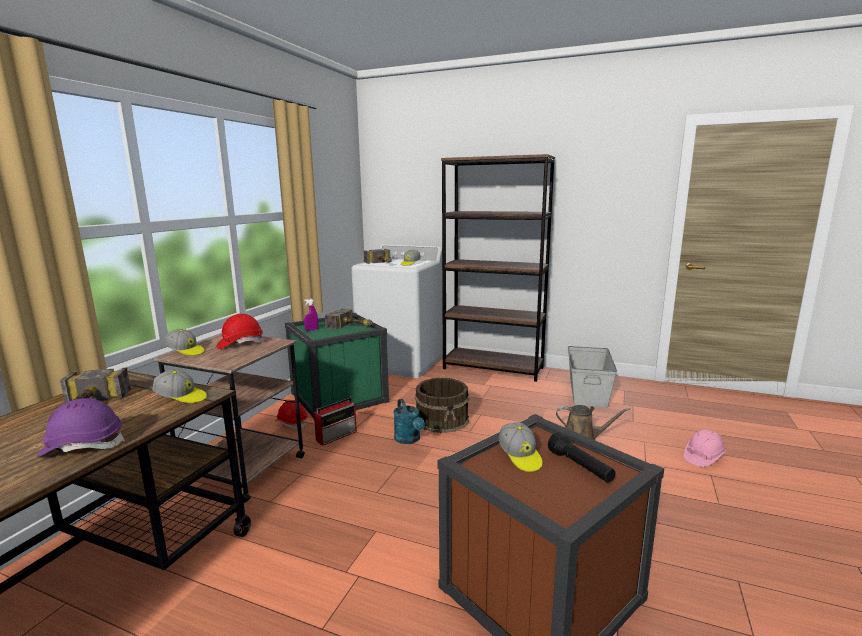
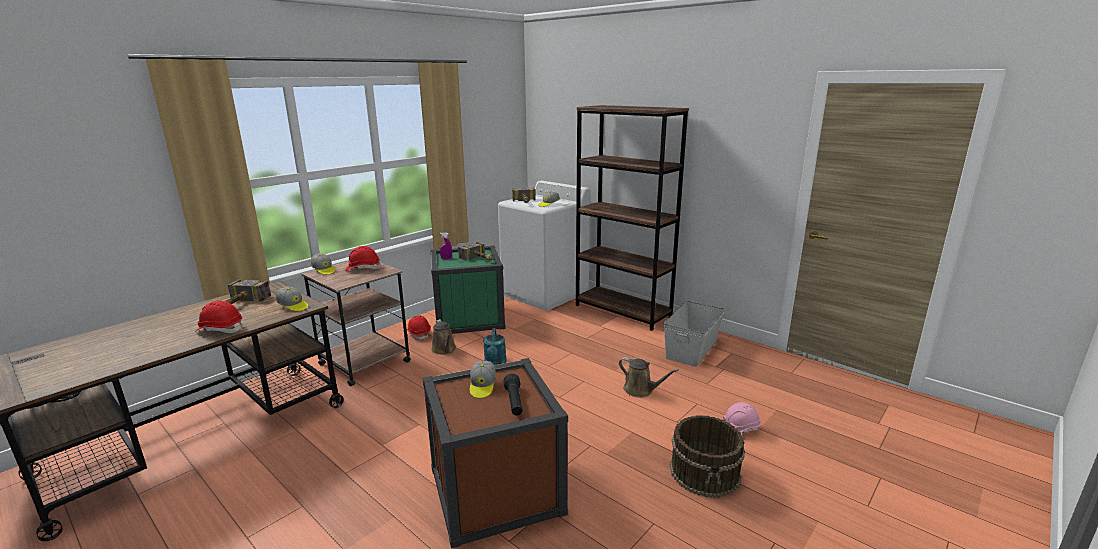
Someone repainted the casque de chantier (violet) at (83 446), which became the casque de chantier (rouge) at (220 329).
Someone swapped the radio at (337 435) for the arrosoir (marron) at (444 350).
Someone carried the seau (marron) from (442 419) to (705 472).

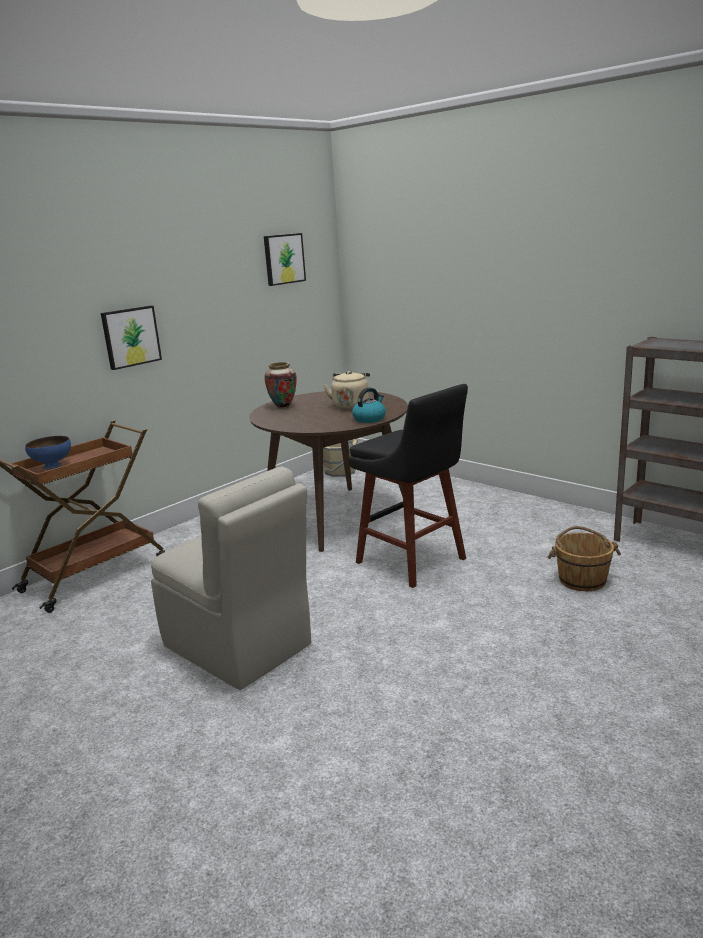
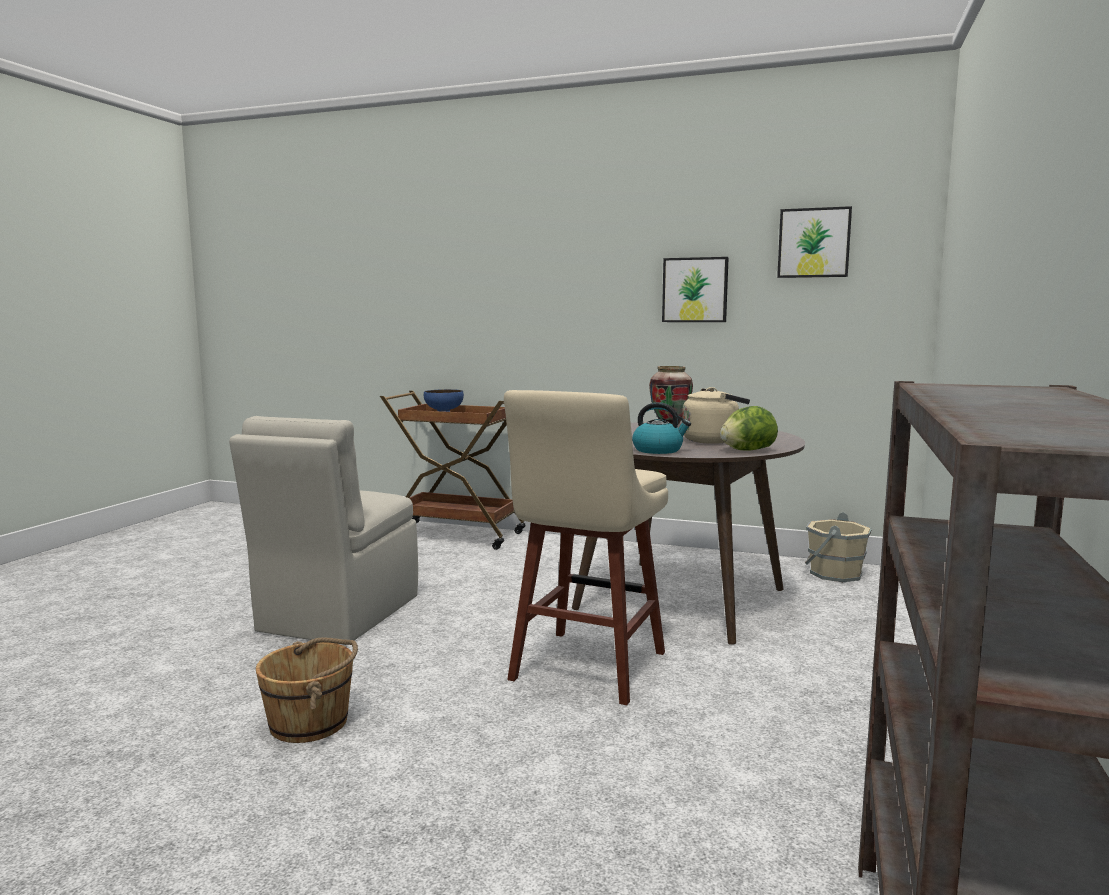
Someone carried the seau (marron) from (582 579) to (311 722).
Someone repainted the tabouret (noir) at (412 562), which became the tabouret (beige) at (586 667).
Someone carried the tableau from (130 337) to (695 290).
Someone put down the laitue at (747 450).

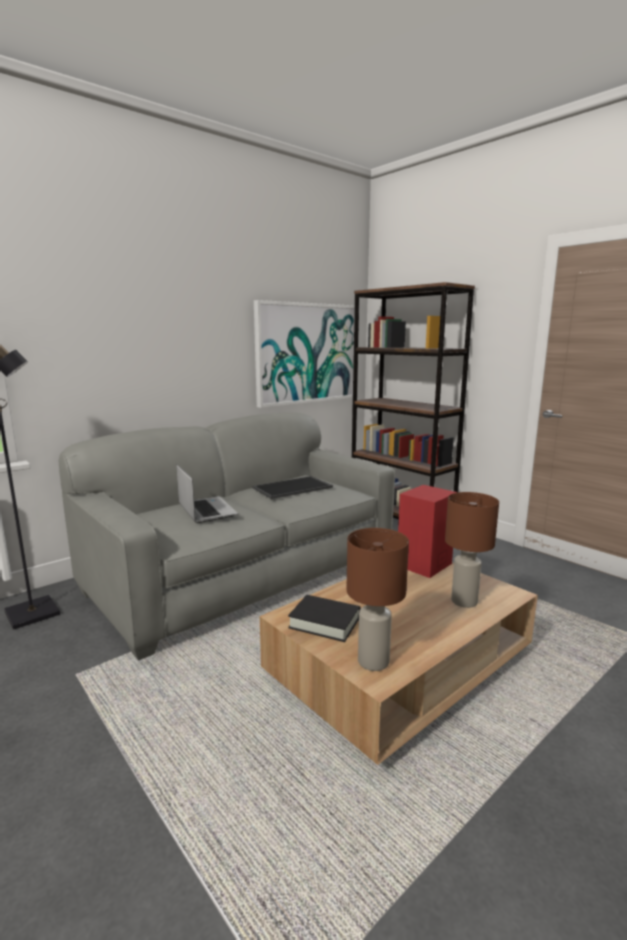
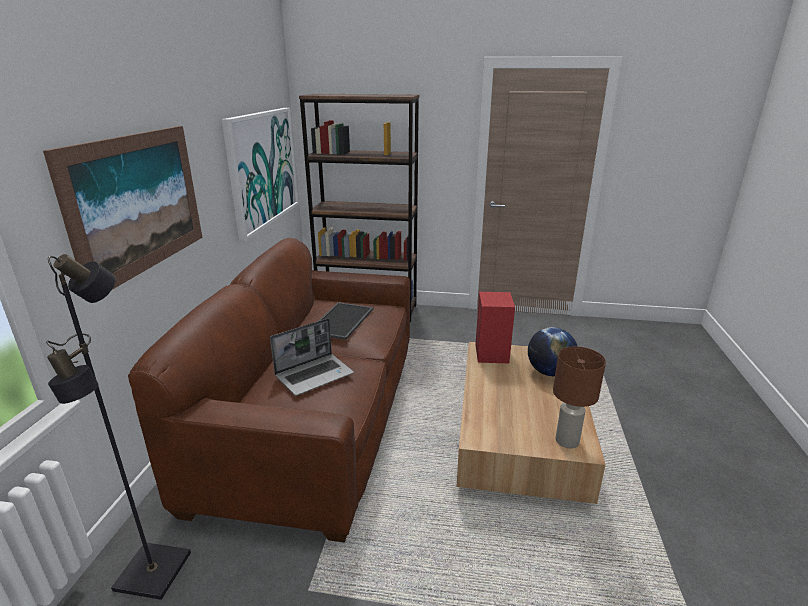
Someone put up the tableau at (138 203).
Someone repainted the canapé (gris) at (244 574), which became the canapé (marron) at (317 418).
Someone rotated the ordinateur portable at (206 510) by 120 degrees clockwise.
Someone swapped the lampe de table (marron) at (465 601) for the globe at (549 372).
Someone took away the livre (noir) at (325 622).

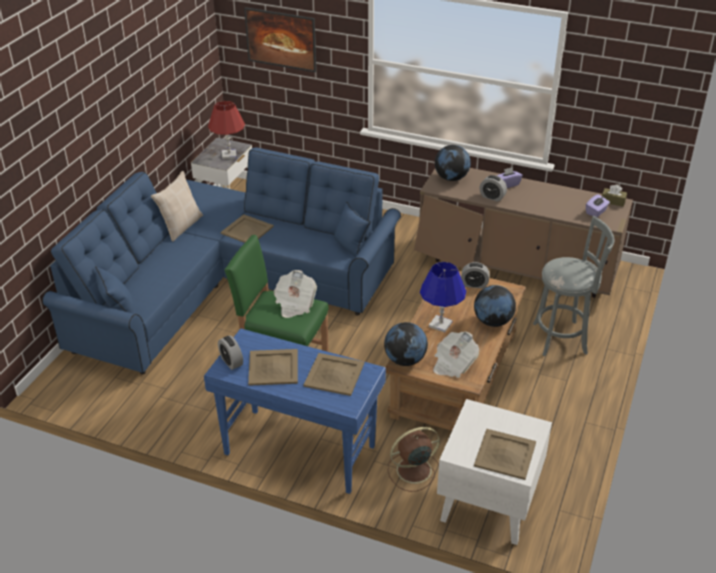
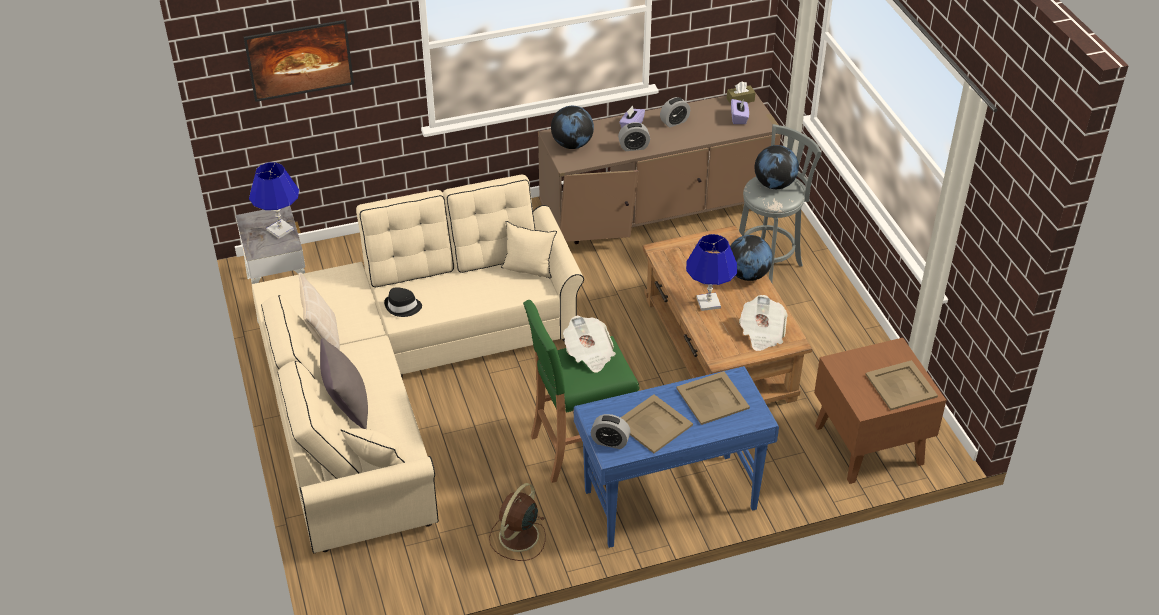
Someone repainted the lampe de table (rouge) at (229 155), which became the lampe de table (bleu) at (280 229).
Someone repainted the canapé (bleu) at (225 287), which became the canapé (beige) at (397 386).
Someone put down the coussin (gris) at (347 408).
Someone swapped the plateau (beige) at (247 230) for the chapeau (noir) at (403 307).
Someone carried the ventilateur (marron) from (412 470) to (518 537).
Someone carried the réveil from (474 284) to (674 122).
Someone carried the globe from (405 360) to (774 184).
Someone repainted the table de chevet (blanc) at (487 503), which became the table de chevet (marron) at (867 445).

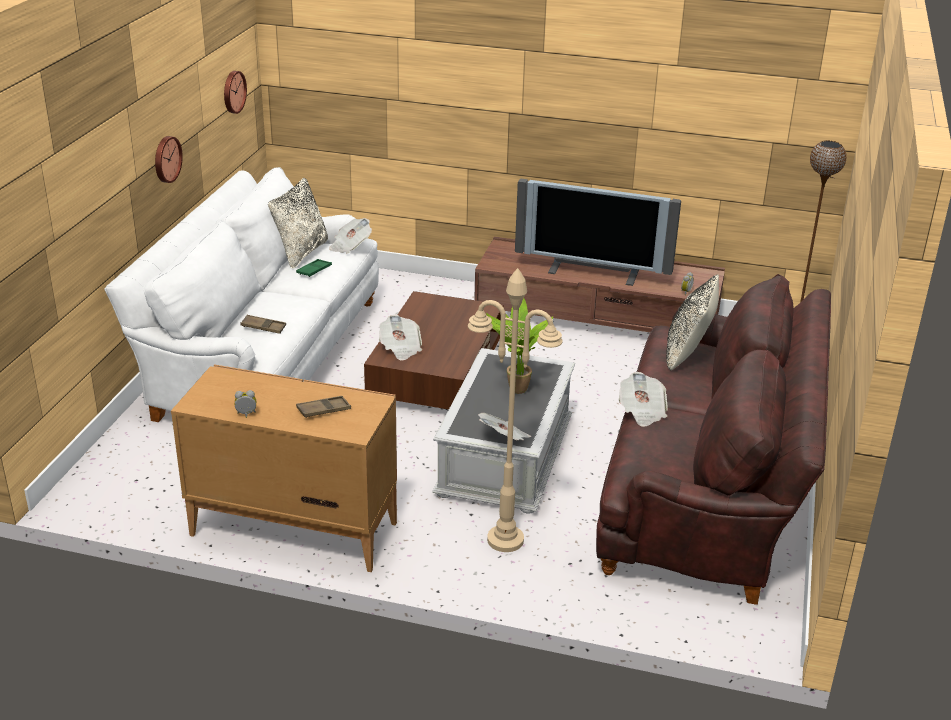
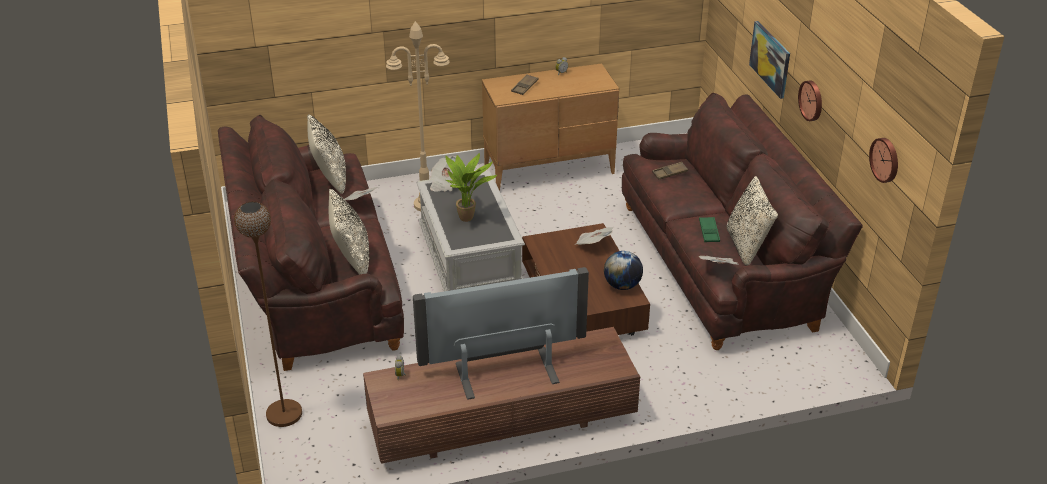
Someone put down the coussin (beige) at (330 179).
Someone put down the globe at (622 285).
Someone repainted the canapé (blanc) at (261 355), which became the canapé (marron) at (724 263).
Someone put up the tableau at (770 59).

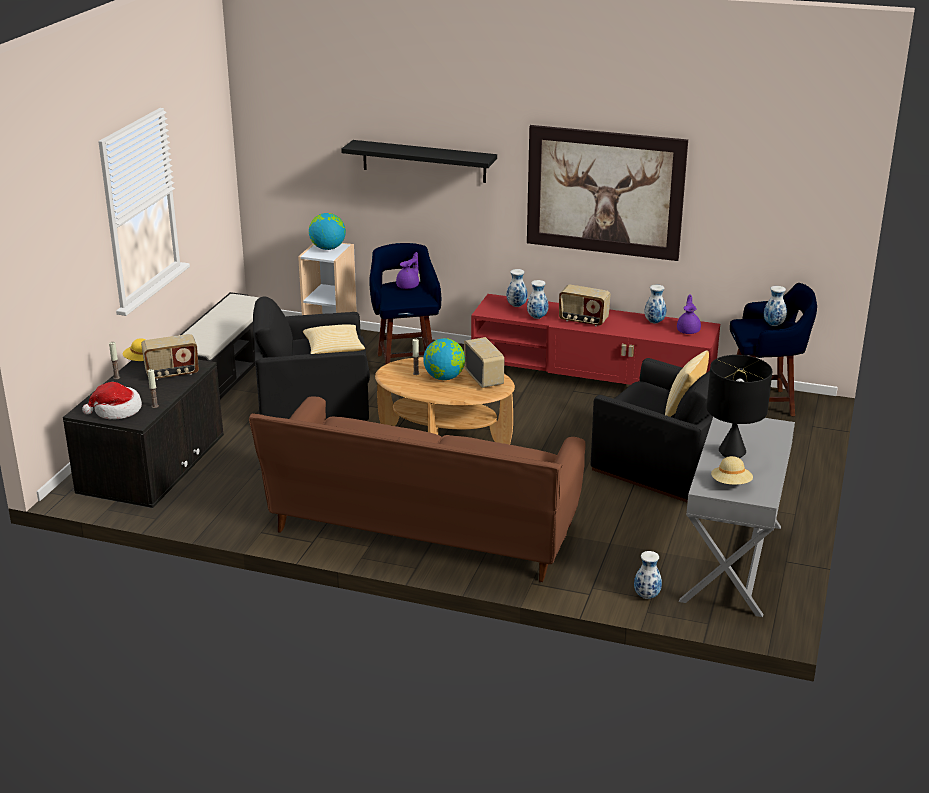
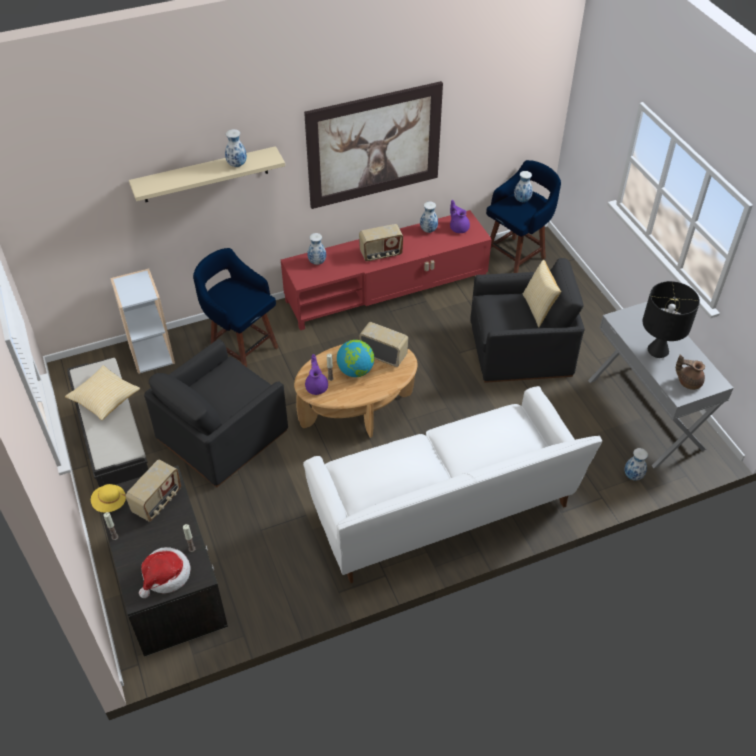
Someone carried the coussin from (334 350) to (105 399).
Someone repainted the étagère (noir) at (424 161), which became the étagère (beige) at (205 175).
Someone carried the vase from (537 317) to (237 165).
Someone repainted the canapé (marron) at (423 529), which became the canapé (blanc) at (443 510).
Someone carried the théière (violet) from (408 286) to (317 386).
Someone swapped the chapeau (beige) at (731 484) for the théière (marron) at (688 381).
Someone took away the globe at (328 248).

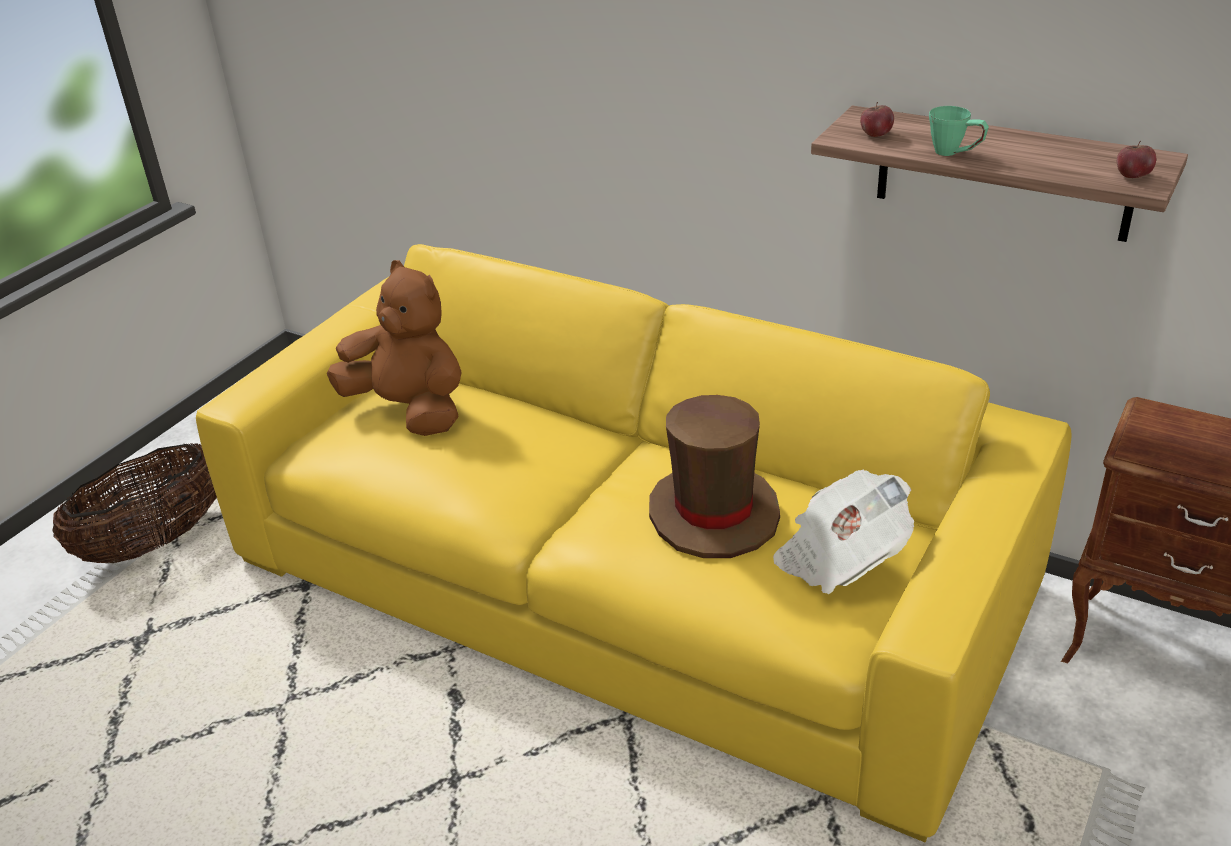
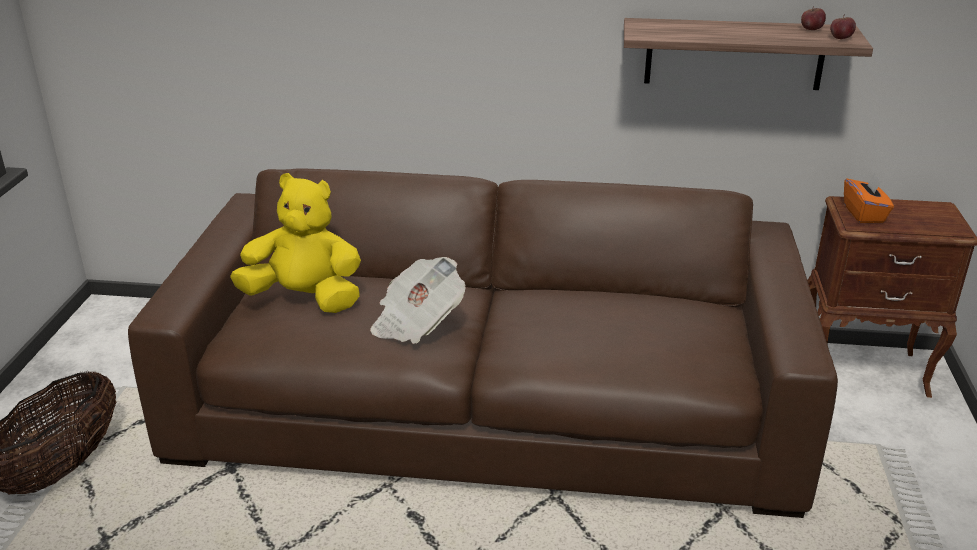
Someone repainted the canapé (jaune) at (626 572), which became the canapé (marron) at (489 400).
Someone repainted the peluche (marron) at (410 410), which became the peluche (jaune) at (305 299).
Someone carried the journal from (840 557) to (417 322).
Someone carried the pomme from (875 135) to (811 29).
Someone put down the boîte à mouchoirs (orange) at (864 214).
Someone took away the chapeau (marron) at (714 513).
Someone took away the mug (vert) at (955 153).

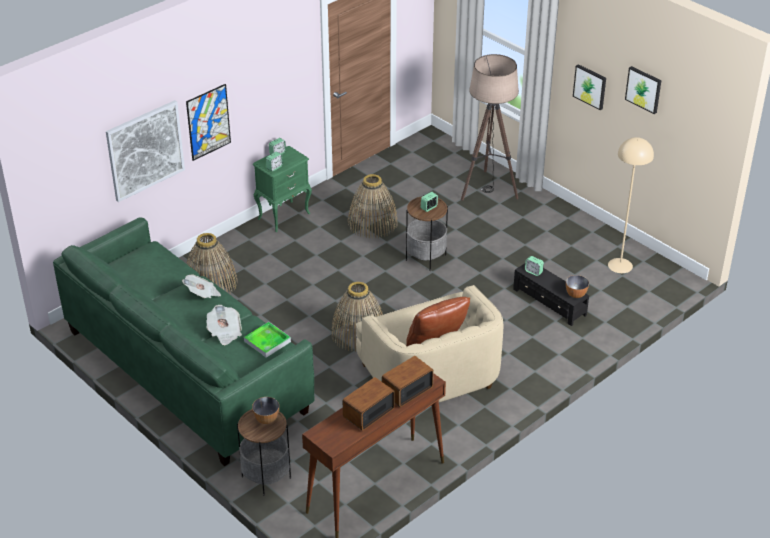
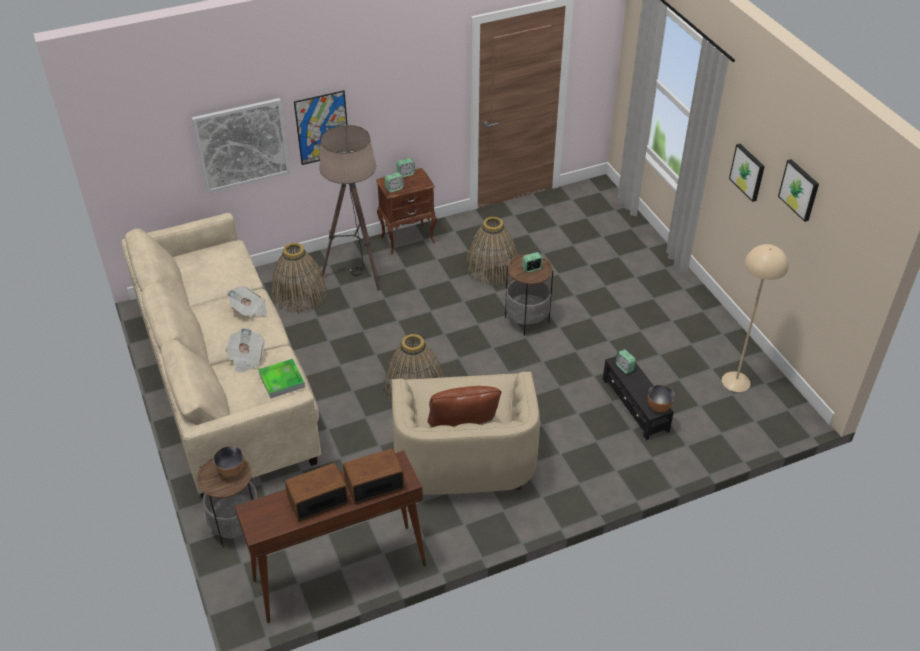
Someone repainted the canapé (vert) at (188 369), which became the canapé (beige) at (227 382).
Someone carried the lampadaire from (488 190) to (357 272).
Someone repainted the table de chevet (vert) at (284 216), which became the table de chevet (marron) at (407 239).

